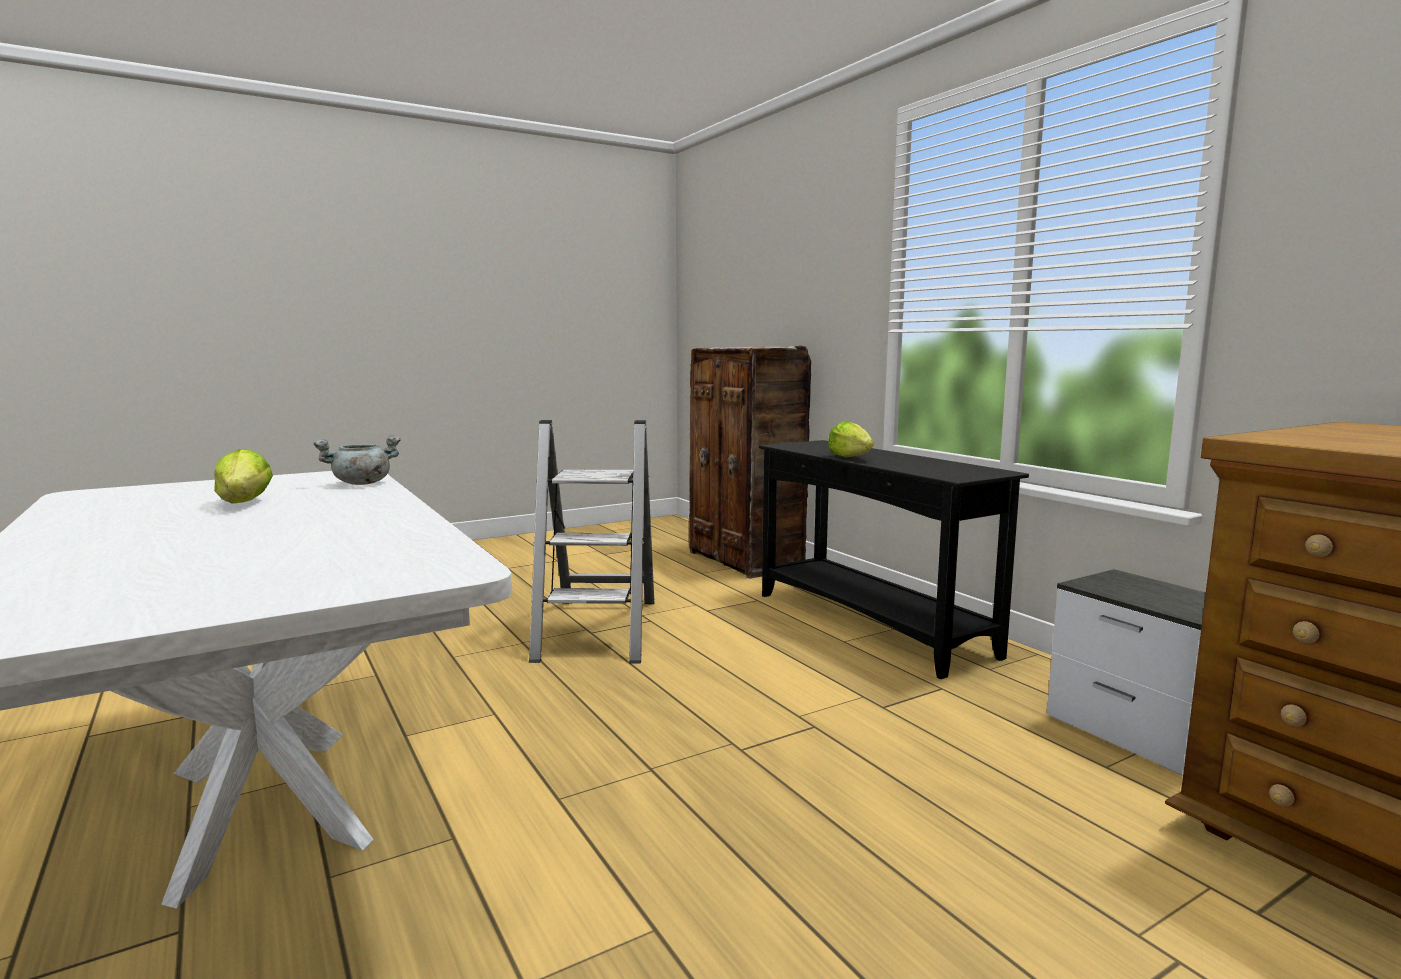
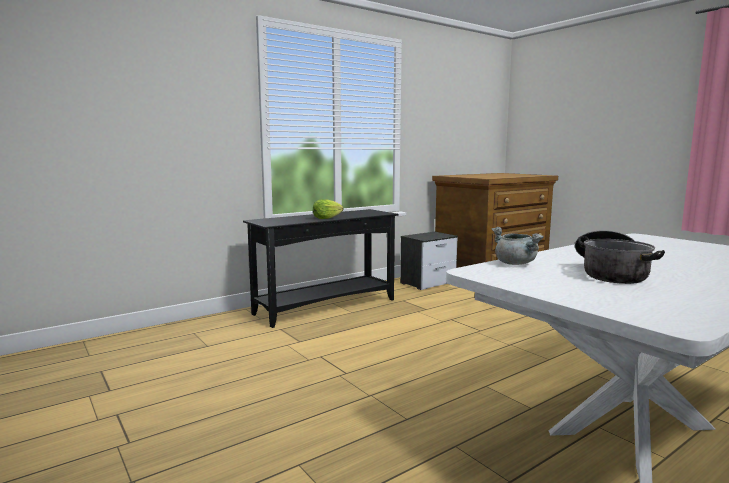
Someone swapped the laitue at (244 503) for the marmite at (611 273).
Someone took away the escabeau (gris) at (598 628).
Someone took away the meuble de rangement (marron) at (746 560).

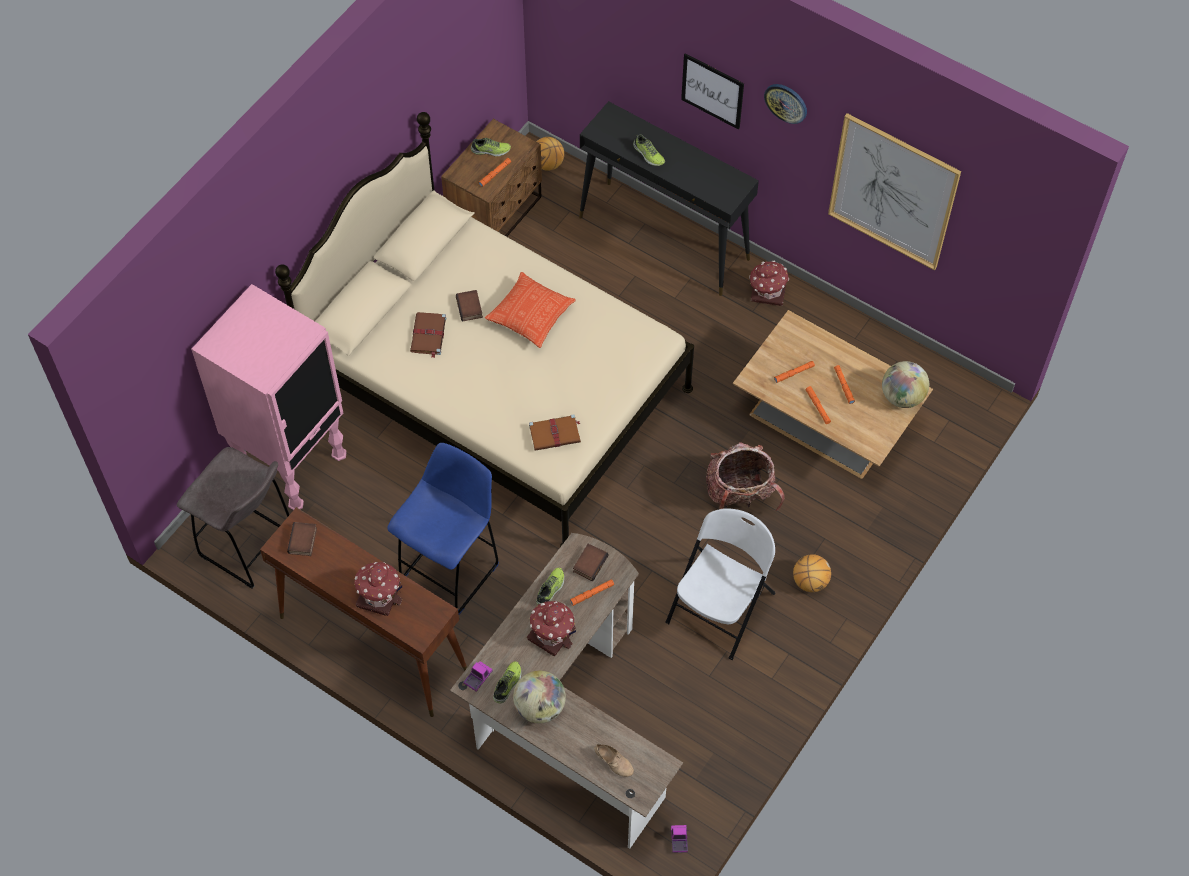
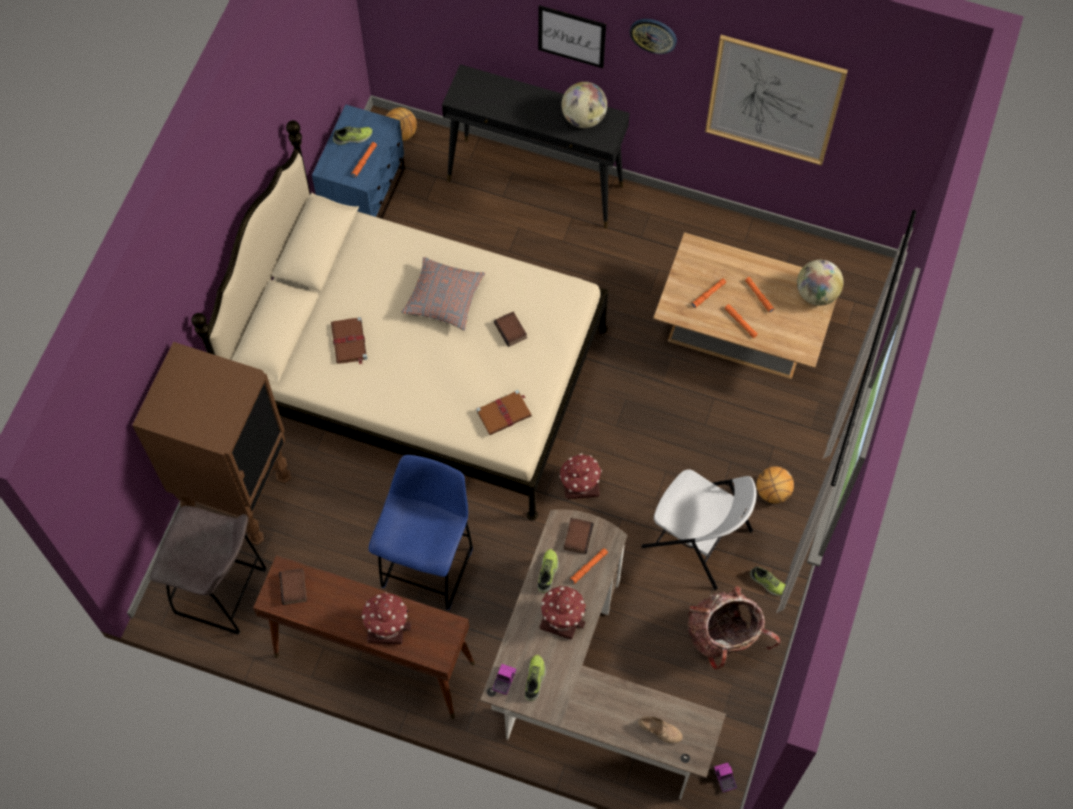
Someone repainted the meuble de rangement (rose) at (293 462), which became the meuble de rangement (marron) at (240 496).
Someone repainted the table de chevet (marron) at (496 213), which became the table de chevet (bleu) at (365 195).
Someone repainted the coussin (orange) at (531 316), which became the coussin (gris) at (444 298).
Someone carried the livre from (470 308) to (511 330).
Someone carried the maison miniature from (767 292) to (580 484).
Someone carried the globe from (540 707) to (583 118).
Someone rotated the chaise (blanc) at (721 608) by 105 degrees clockwise.
Someone carried the sac à dos from (740 495) to (725 637).
Someone carried the chaussure from (648 154) to (768 583).

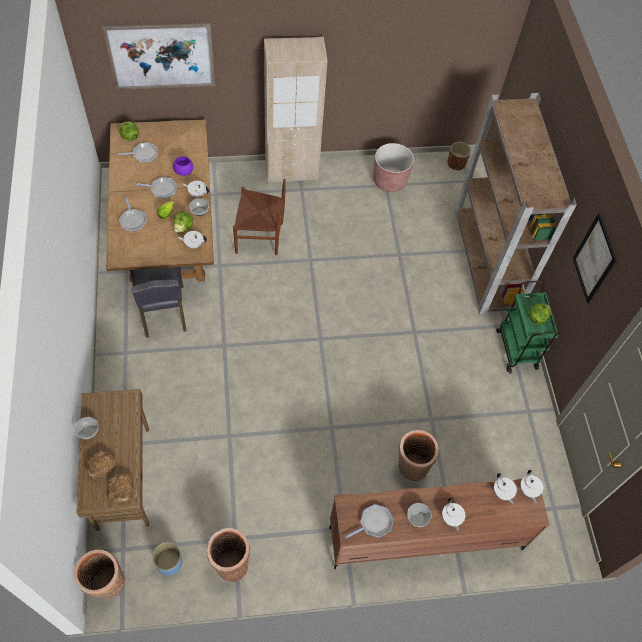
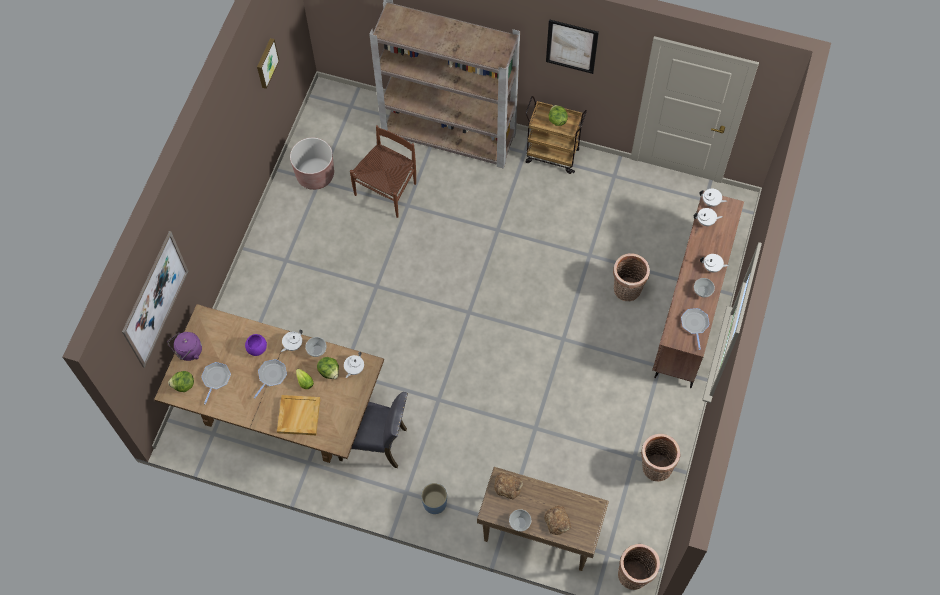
Someone put down the bouilloire (violet) at (188 352).
Someone put up the tableau at (266 63).
Someone swapped the poêle at (133 220) for the plateau (beige) at (298 415).
Someone carried the chaise (marron) from (260 236) to (387 190).
Someone carried the cache-pot (bleu) from (169 563) to (434 503).
Someone carried the pain from (121 489) to (508 486).
Someone repainted the chariot (vert) at (516 350), which became the chariot (marron) at (552 156).
Someone took away the meuble de rangement (beige) at (291 173).
Someone took away the cache-pot (marron) at (456 163).

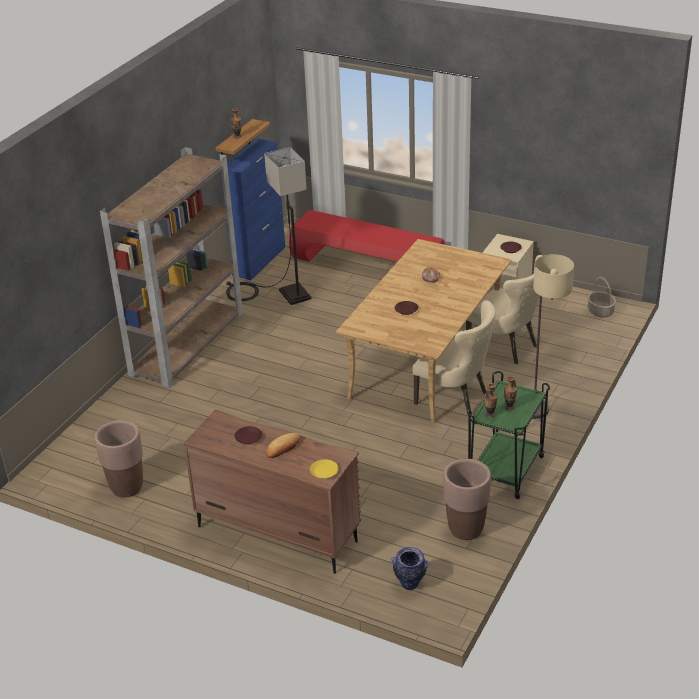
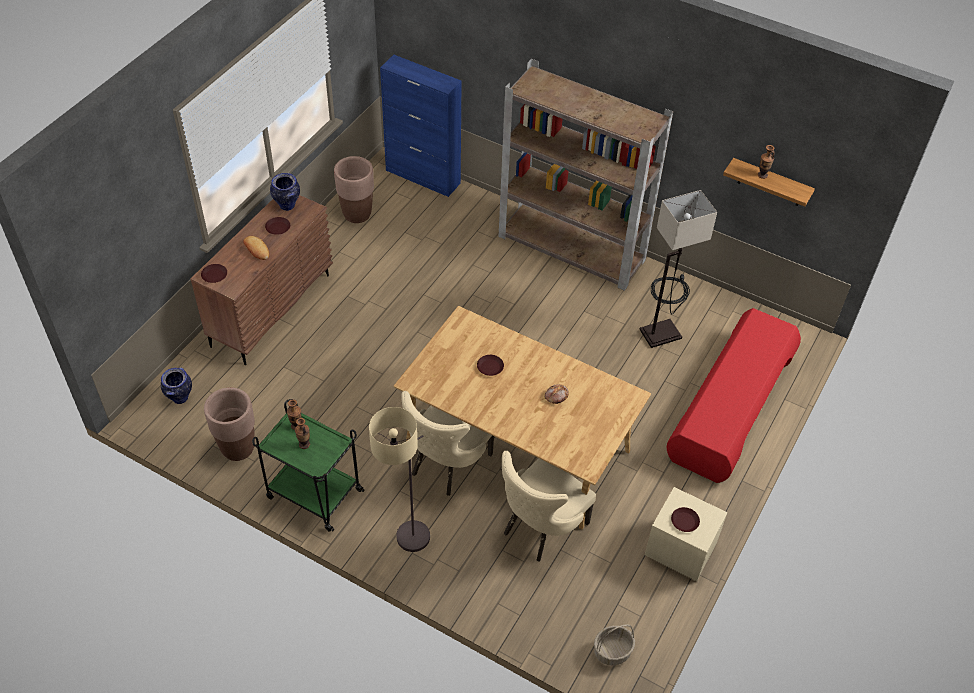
Someone repainted the assiette (jaune) at (324 471), which became the assiette (marron) at (214 275).
Someone put down the vase at (287 206).
Someone carried the meuble de rangement (bleu) from (259 261) to (423 177).

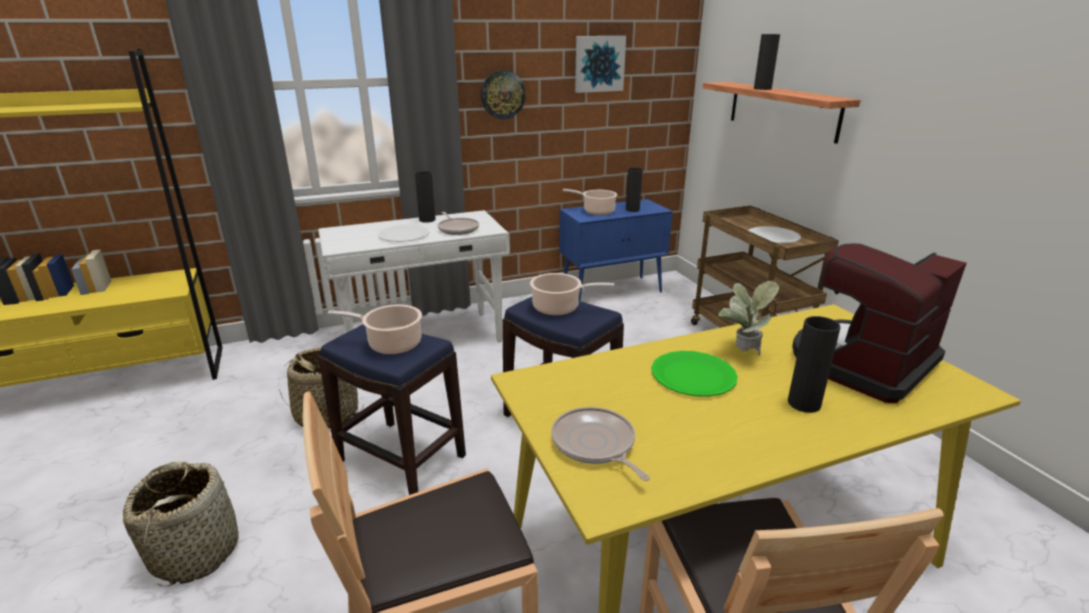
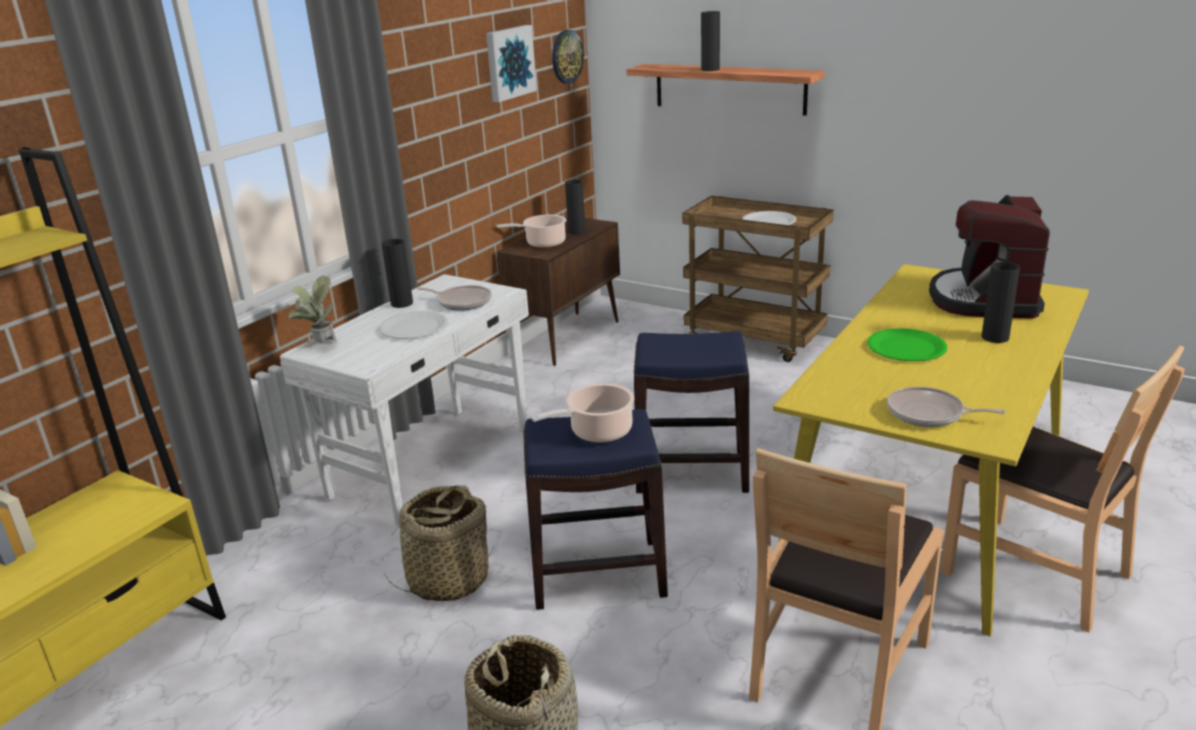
Someone carried the plante en pot from (741 353) to (320 345).
Someone repainted the meuble de rangement (bleu) at (612 291), which became the meuble de rangement (marron) at (567 338).
Someone carried the horloge murale from (502 94) to (566 56).
Someone took away the marmite at (559 308).

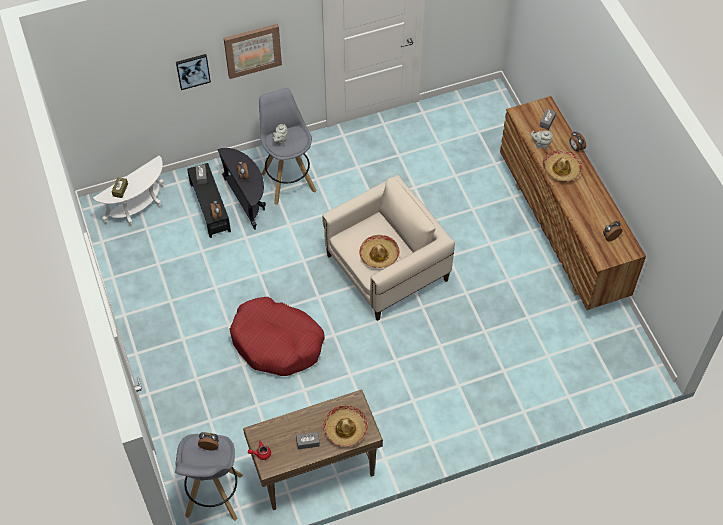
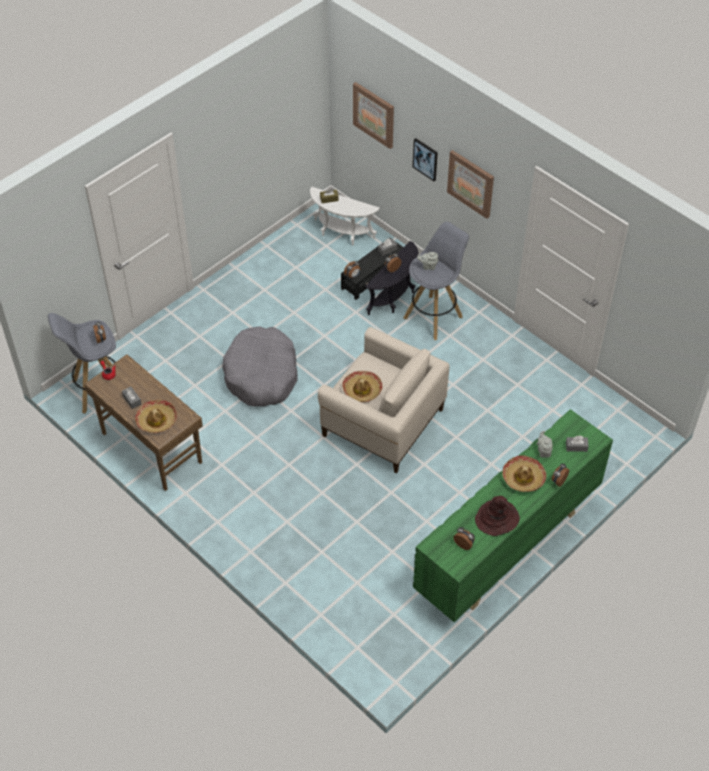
Someone repainted the panier pour chien (rouge) at (277 342), which became the panier pour chien (gris) at (261 375).
Someone put up the tableau at (374 114).
Someone repainted the meuble de rangement (marron) at (561 234), which became the meuble de rangement (vert) at (508 547).
Someone put down the chapeau (marron) at (497 518).

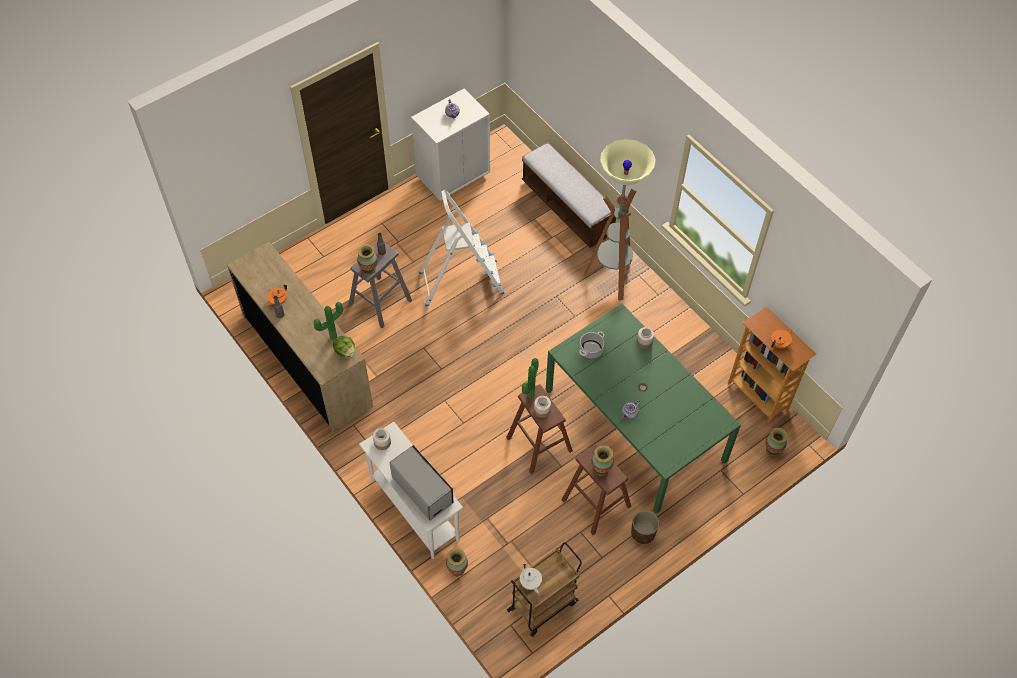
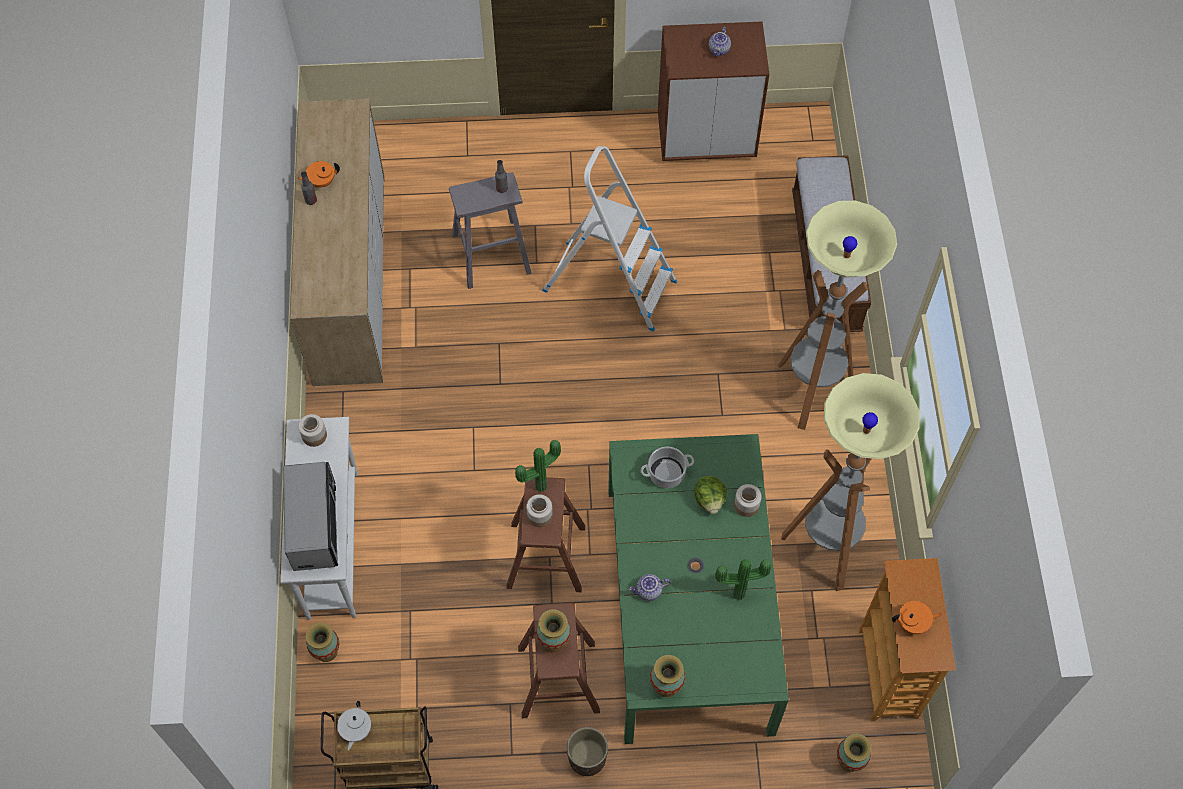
Someone carried the vase from (369 269) to (666 685).
Someone repainted the meuble de rangement (blanc) at (453 177), which became the meuble de rangement (marron) at (707 138).
Someone carried the laitue from (345 351) to (709 500).
Someone carried the plante en pot from (332 336) to (738 592).
Someone put down the lampadaire at (826 548).

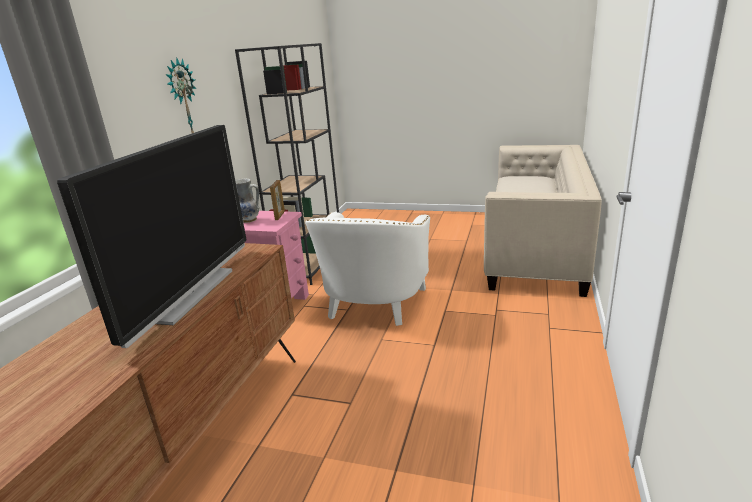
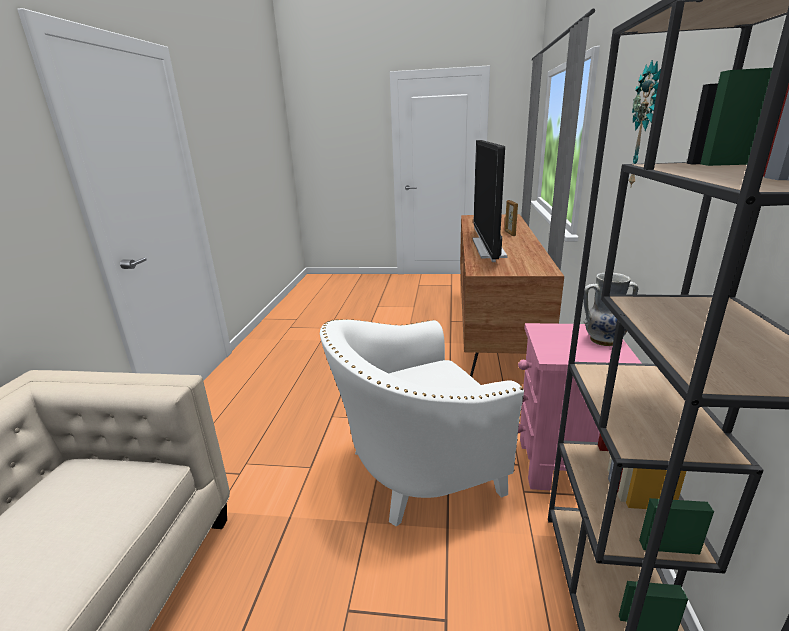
Someone rotated the fauteuil (blanc) at (372 306) by 120 degrees counterclockwise.
Someone carried the cadre photo from (280 216) to (509 233).

